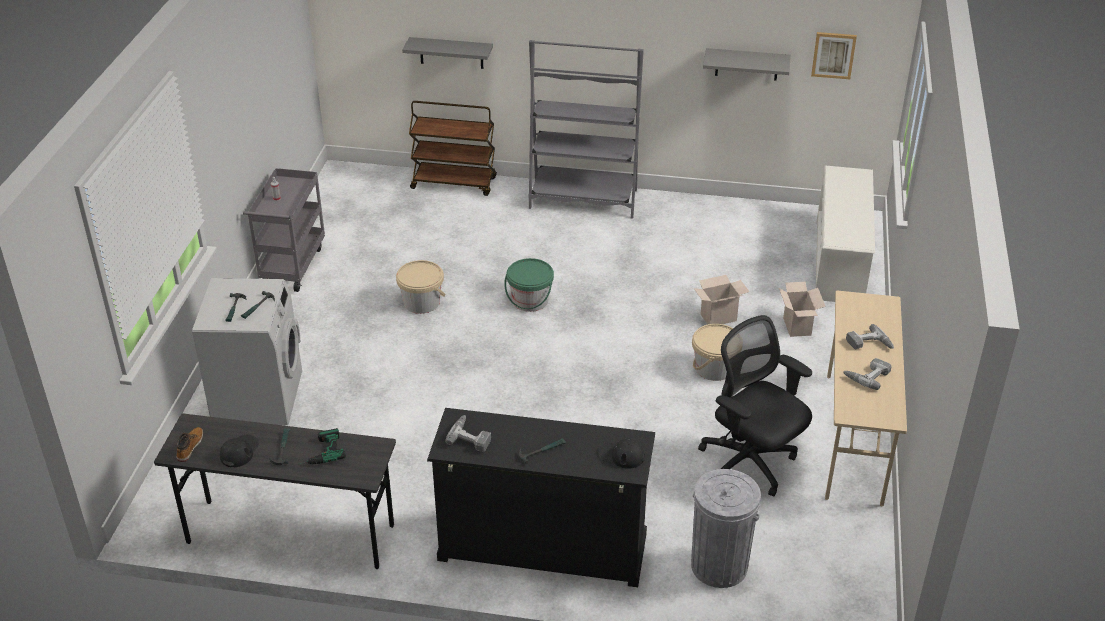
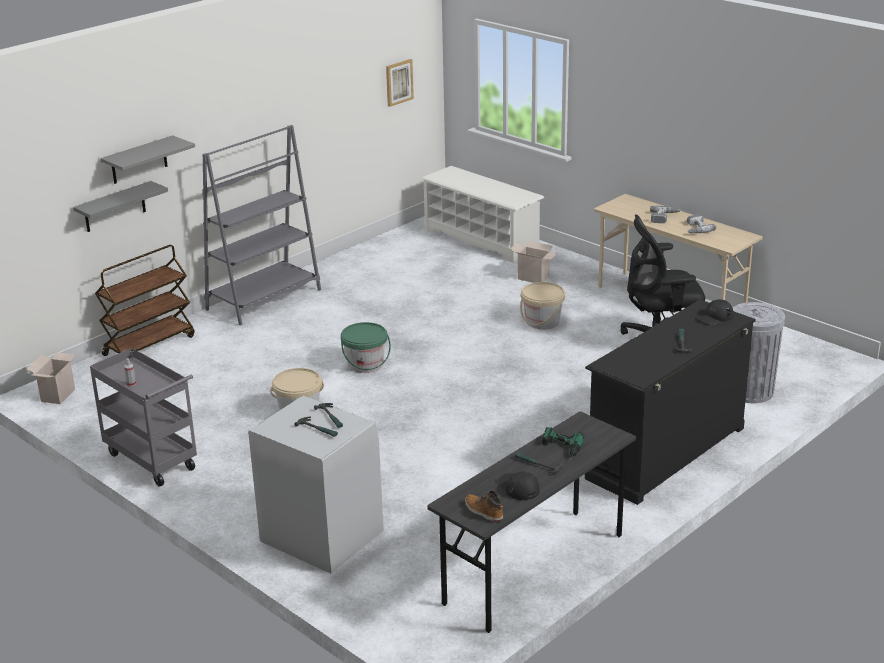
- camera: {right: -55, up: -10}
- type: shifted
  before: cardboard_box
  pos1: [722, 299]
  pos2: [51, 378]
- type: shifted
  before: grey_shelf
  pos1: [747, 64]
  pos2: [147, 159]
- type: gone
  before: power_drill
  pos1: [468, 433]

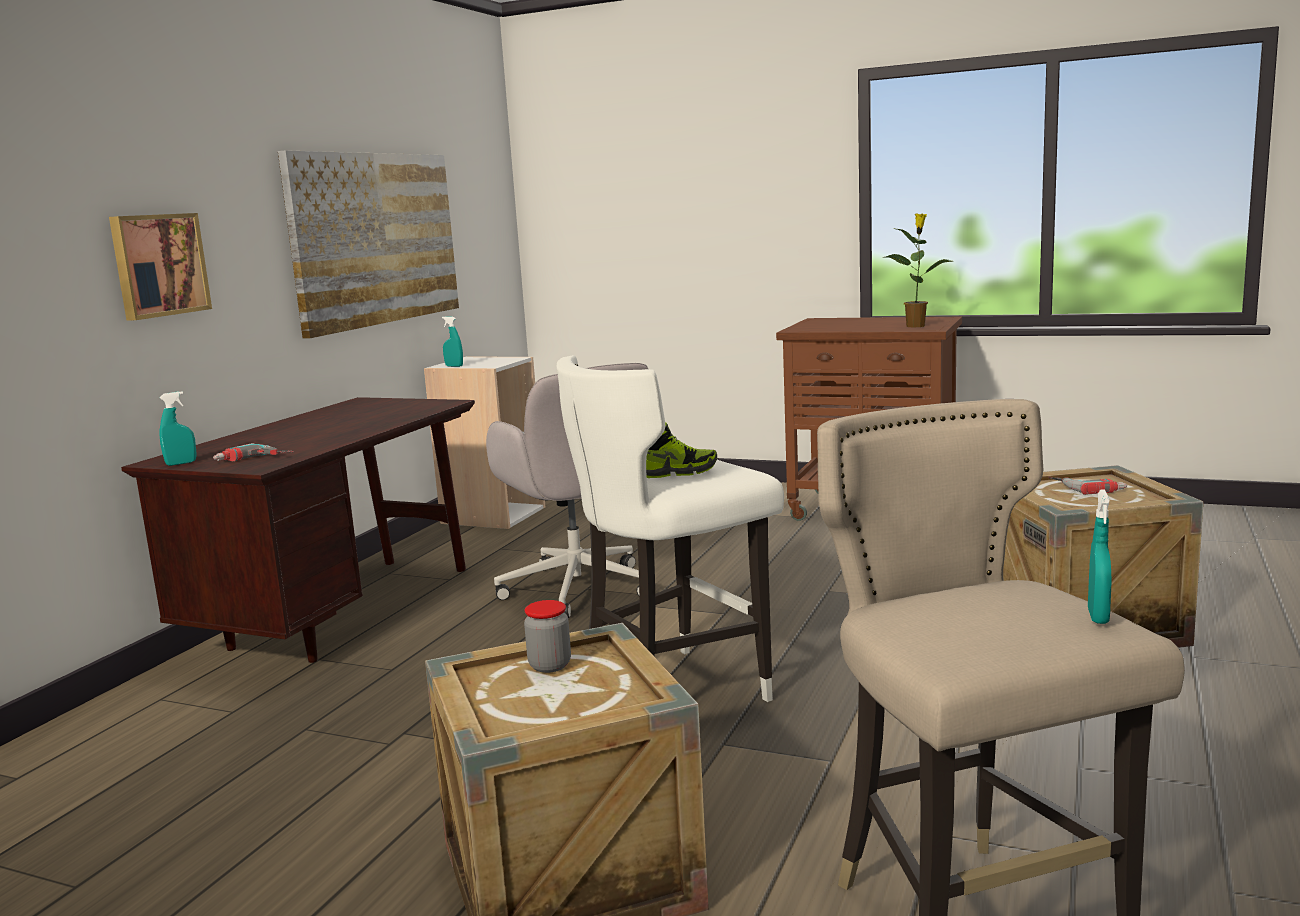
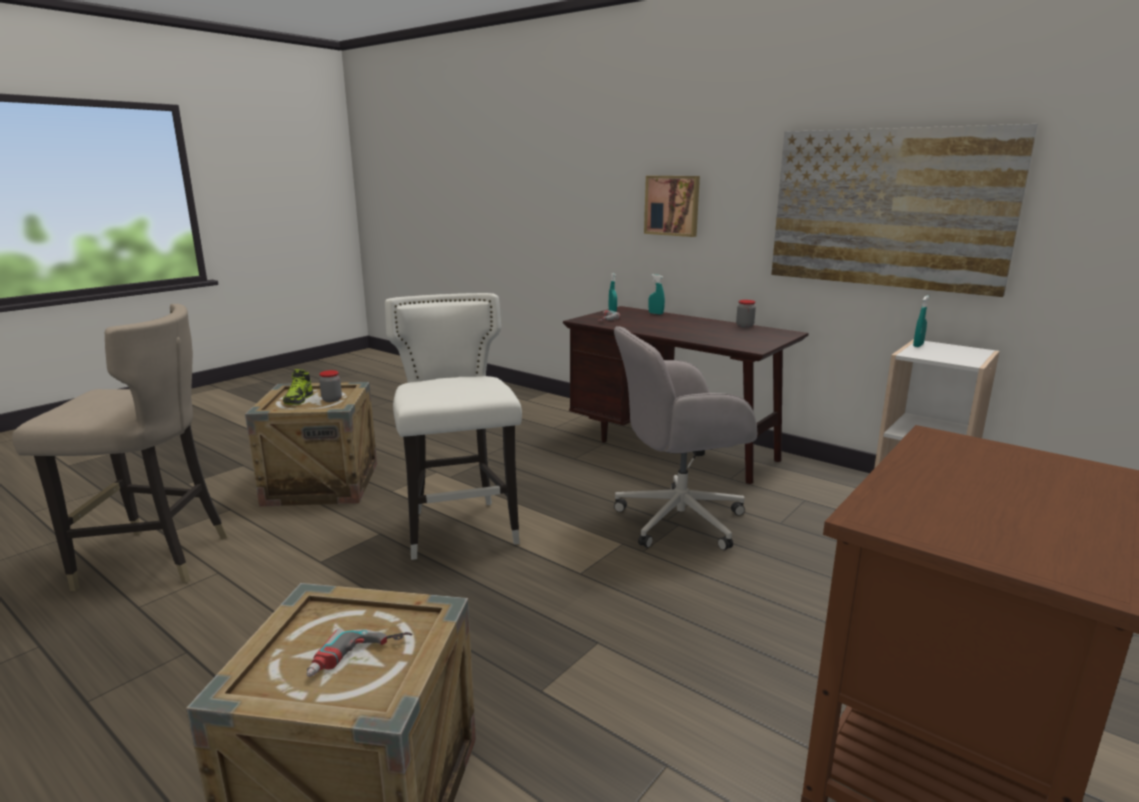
- camera: {right: 105, up: 5}
- type: shifted
  before: shoe
  pos1: [681, 450]
  pos2: [298, 387]
- type: shifted
  before: turquoise_spray_bottle
  pos1: [1099, 557]
  pos2: [656, 294]
- type: new
  after: jar
  pos2: [746, 314]
- type: gone
  before: potted_plant
  pos1: [917, 270]

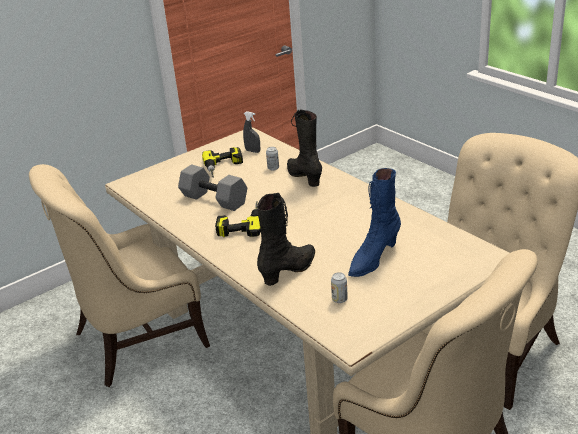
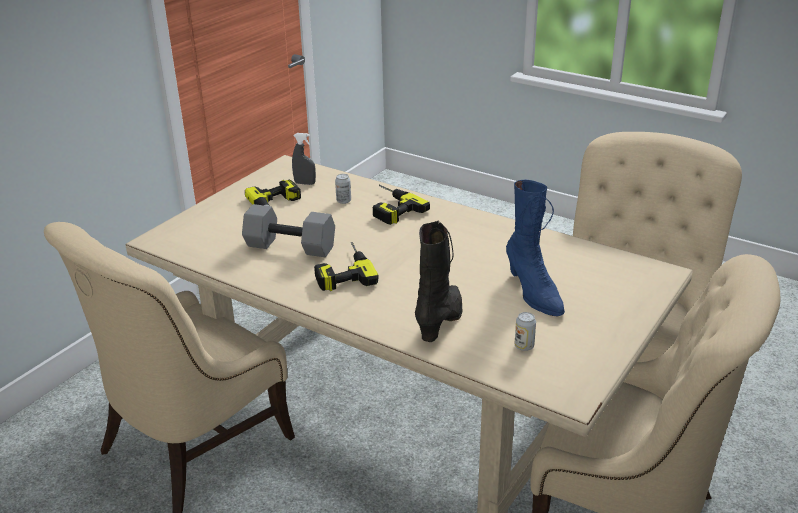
- camera: {right: -20, up: 0}
- type: swapped
  before: black_boot
  after: power_drill
  pos1: [304, 148]
  pos2: [401, 205]
- type: rotated
  before: blue_boot
  pos1: [374, 222]
  pos2: [535, 248]
  turn: -45

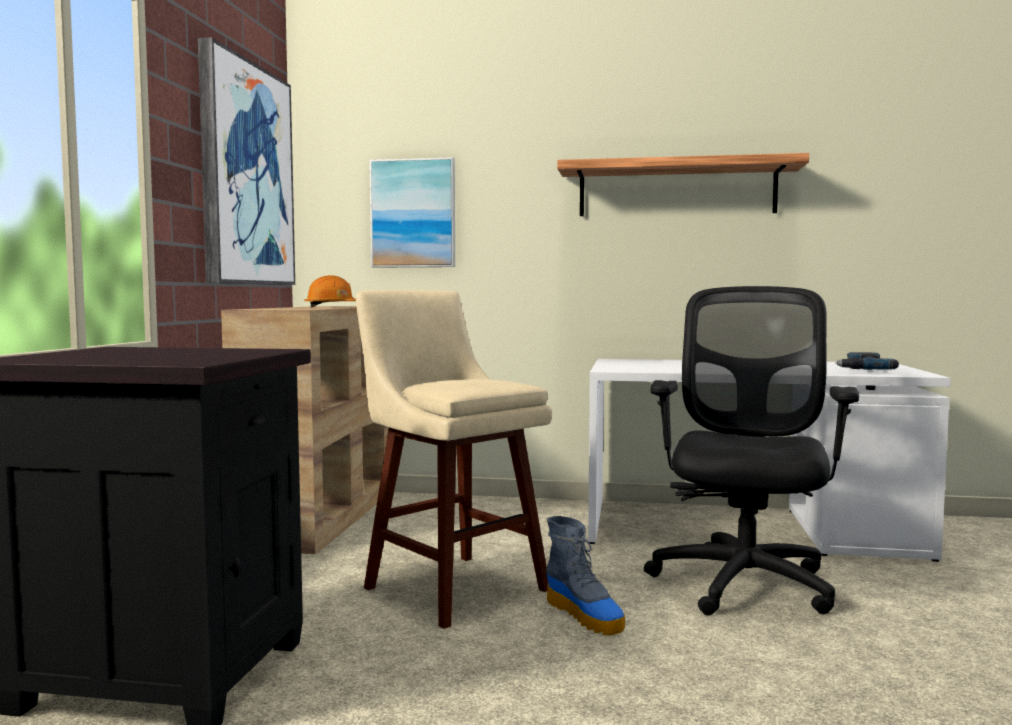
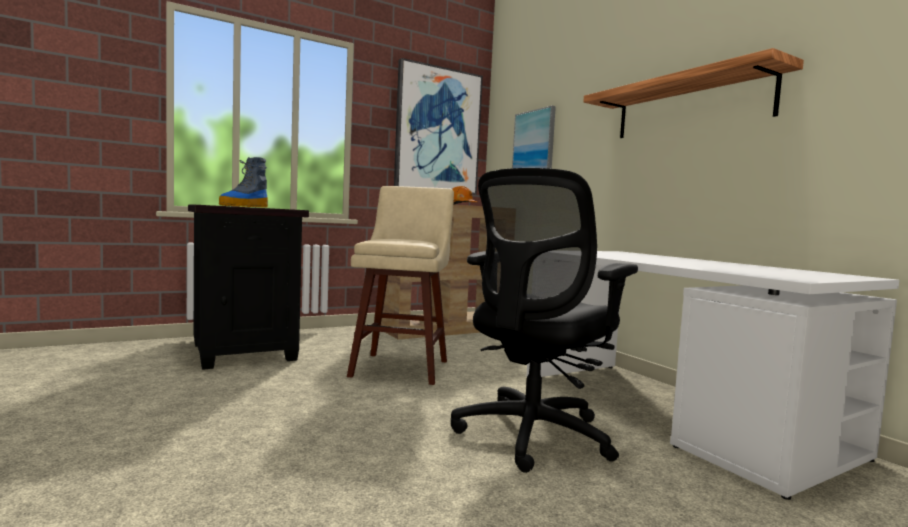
- camera: {right: 50, up: 0}
- type: shifted
  before: boot
  pos1: [585, 575]
  pos2: [243, 182]
- type: rotated
  before: black_office_chair
  pos1: [751, 451]
  pos2: [544, 320]
  turn: 150
- type: gone
  before: power_drill
  pos1: [867, 361]

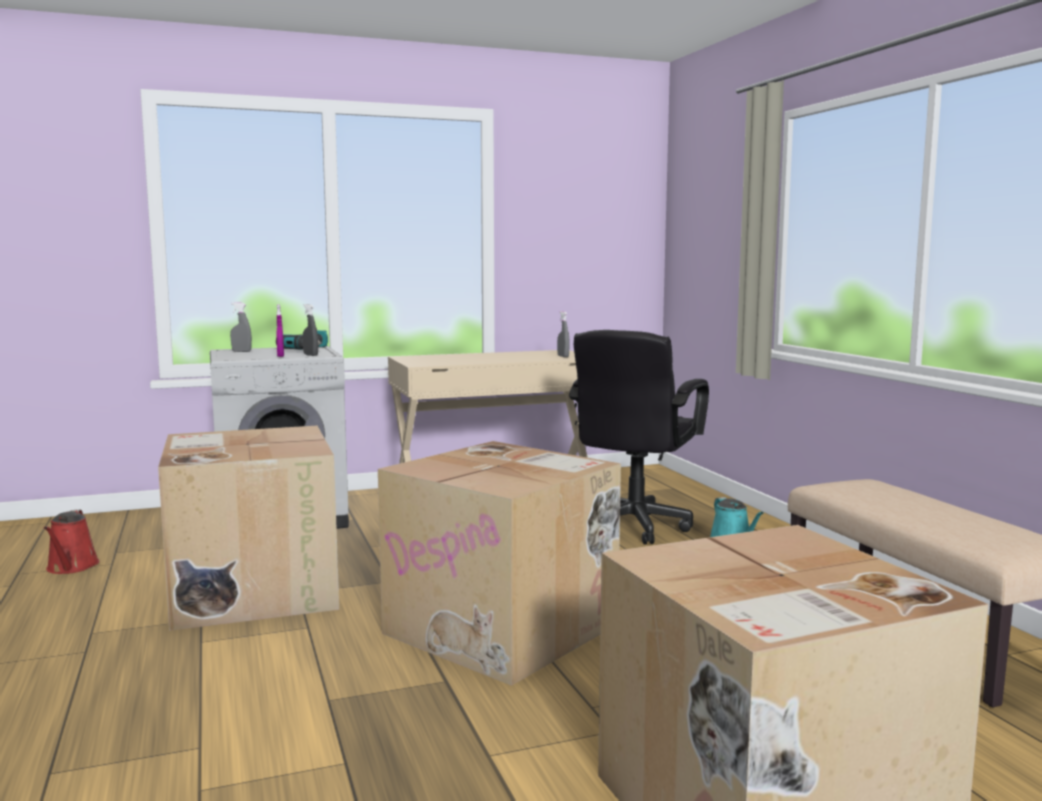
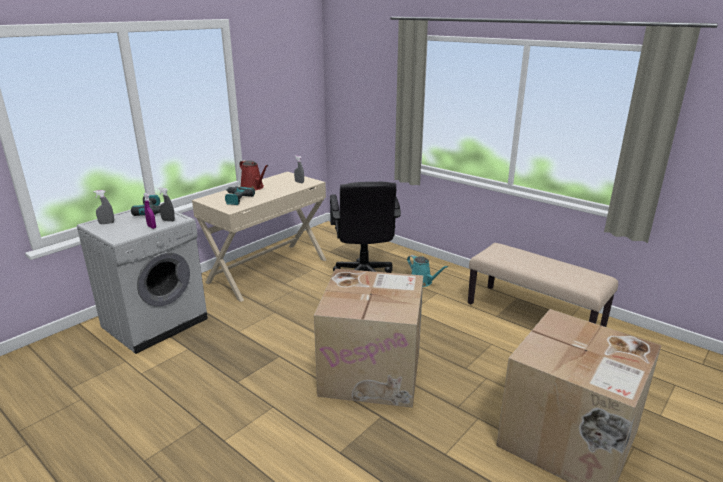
- camera: {right: -30, up: 15}
- type: new
  after: power_drill
  pos2: [240, 196]
- type: shifted
  before: red_watering_can
  pos1: [72, 541]
  pos2: [253, 175]
- type: gone
  before: cardboard_box
  pos1: [248, 528]

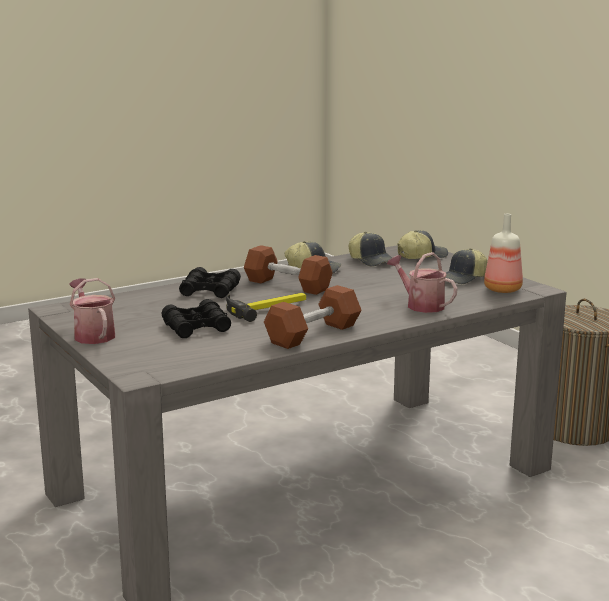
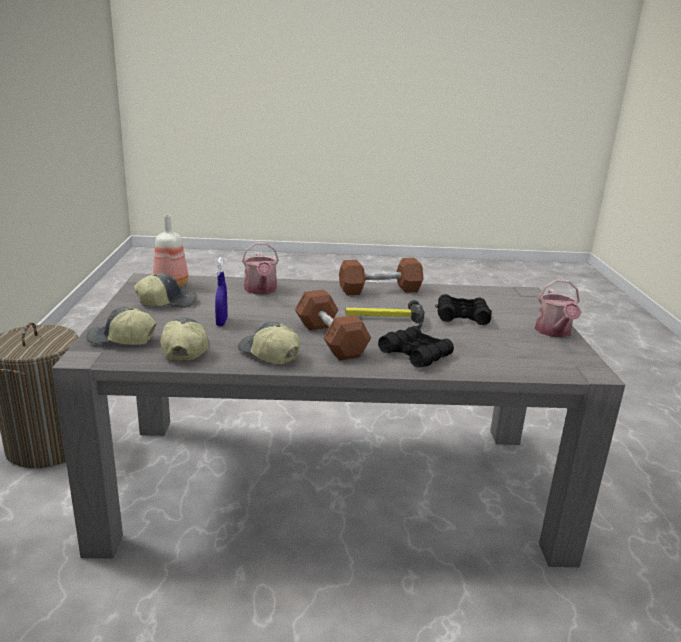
- camera: {right: -150, up: 5}
- type: new
  after: blue_spray_bottle
  pos2: [221, 291]

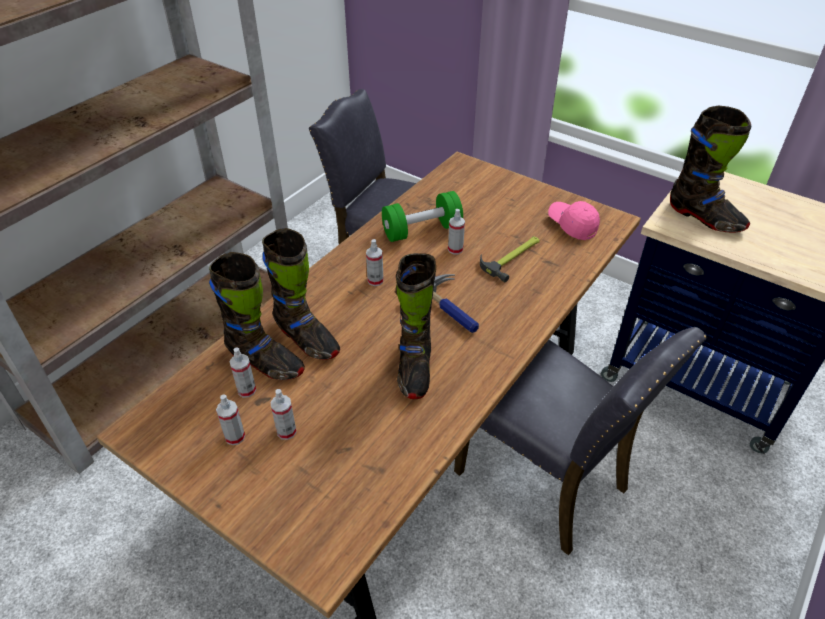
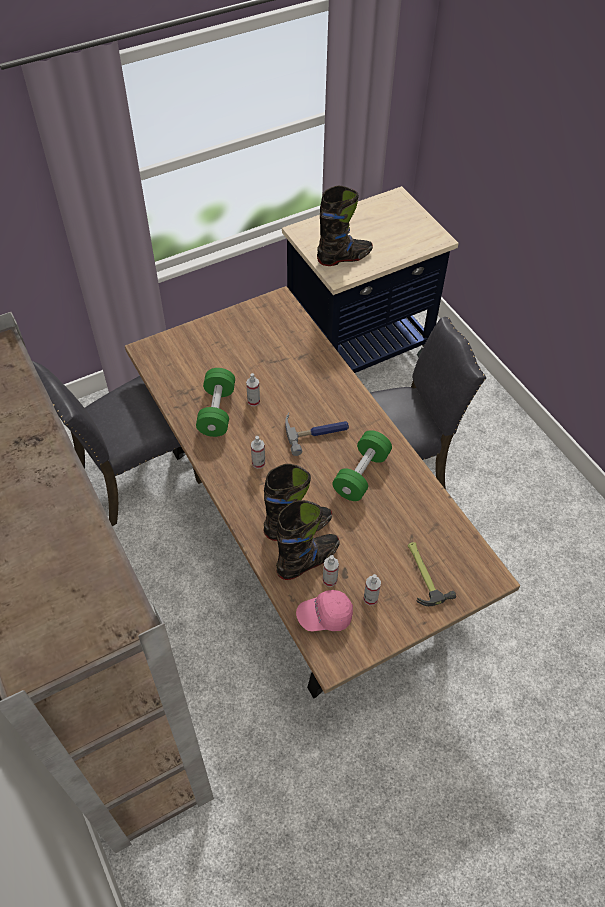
- camera: {right: -65, up: 10}
- type: shifted
  before: pink_cap
  pos1: [574, 220]
  pos2: [324, 610]
- type: swapped
  before: black_boot
  after: green_dumbbell
  pos1: [415, 326]
  pos2: [362, 465]
- type: shifted
  before: hammer
  pos1: [510, 259]
  pos2: [431, 574]
- type: gone
  before: spray_bottle
  pos1: [284, 414]

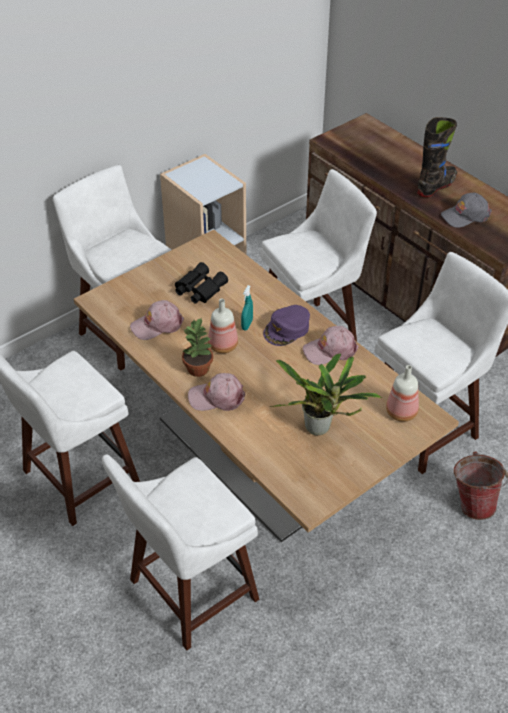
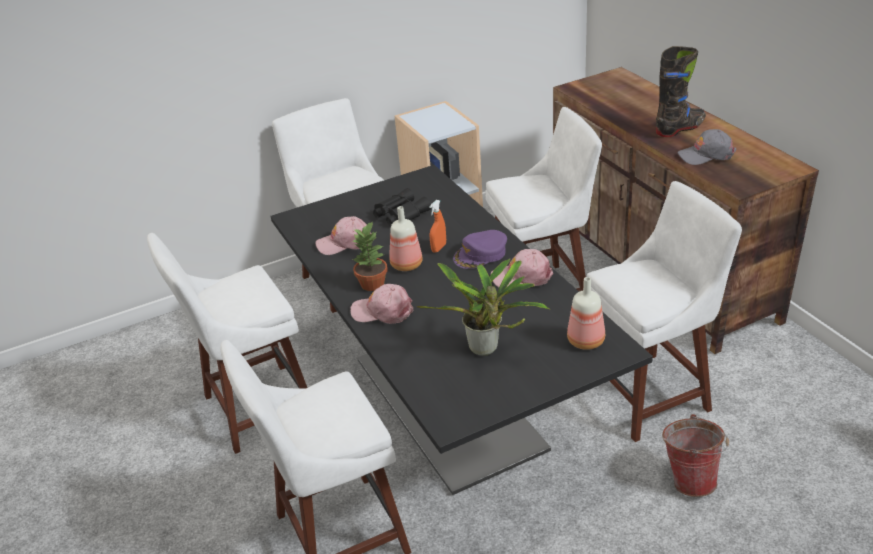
- camera: {right: 15, up: -10}
- type: repainted
  before: beige_dining_table
  after: black_dining_table
  pos1: [266, 385]
  pos2: [461, 330]
- type: repainted
  before: turquoise_spray_bottle
  after: orange_spray_bottle
  pos1: [247, 307]
  pos2: [437, 226]

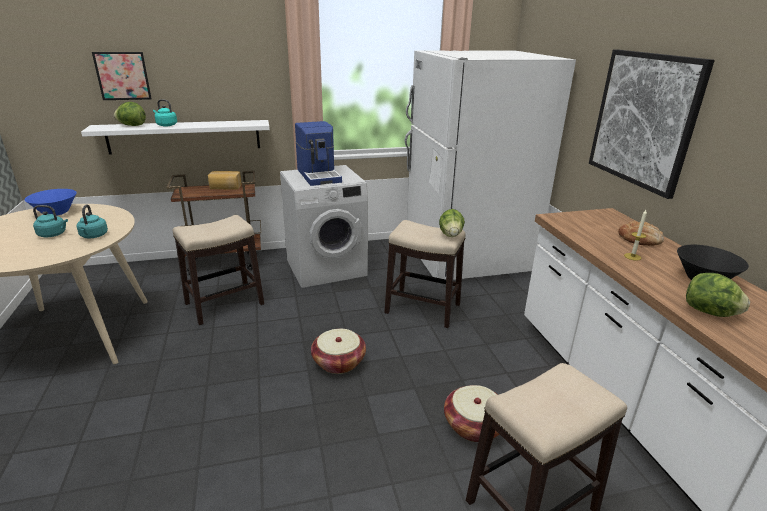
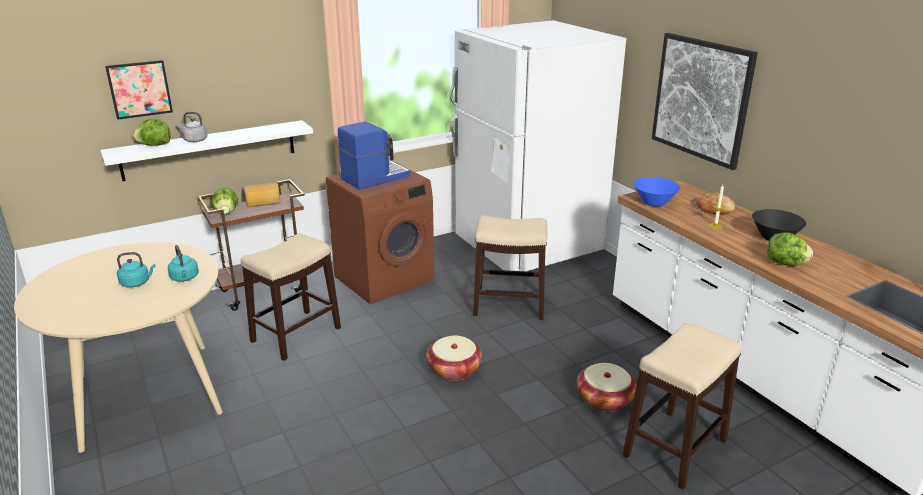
- camera: {right: -15, up: 0}
- type: repainted
  before: turquoise_kettle
  after: grey_kettle
  pos1: [165, 112]
  pos2: [191, 127]
- type: shifted
  before: lettuce
  pos1: [452, 223]
  pos2: [224, 201]
- type: repainted
  before: white_washing_machine
  after: brown_washing_machine
  pos1: [324, 226]
  pos2: [380, 236]
- type: rotated
  before: coffee_machine
  pos1: [318, 153]
  pos2: [374, 155]
  turn: -90
- type: shifted
  before: blue_bowl
  pos1: [51, 202]
  pos2: [656, 192]

